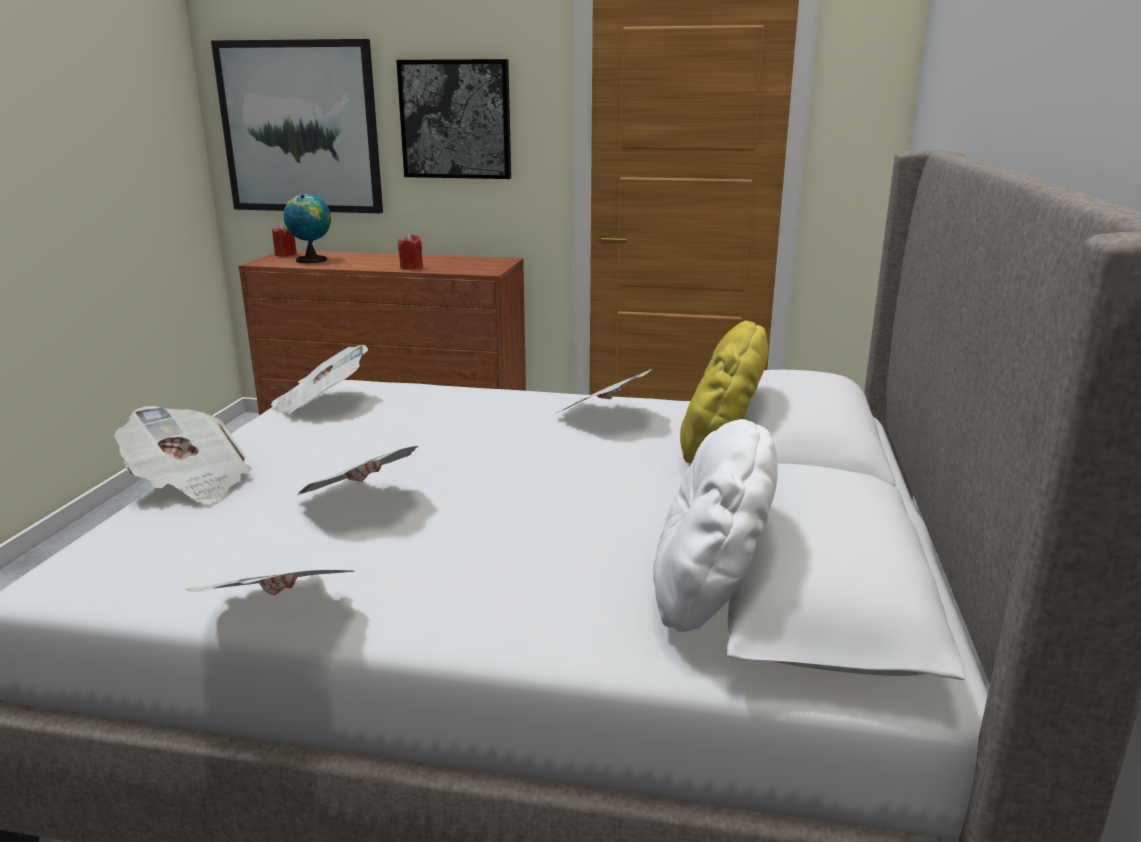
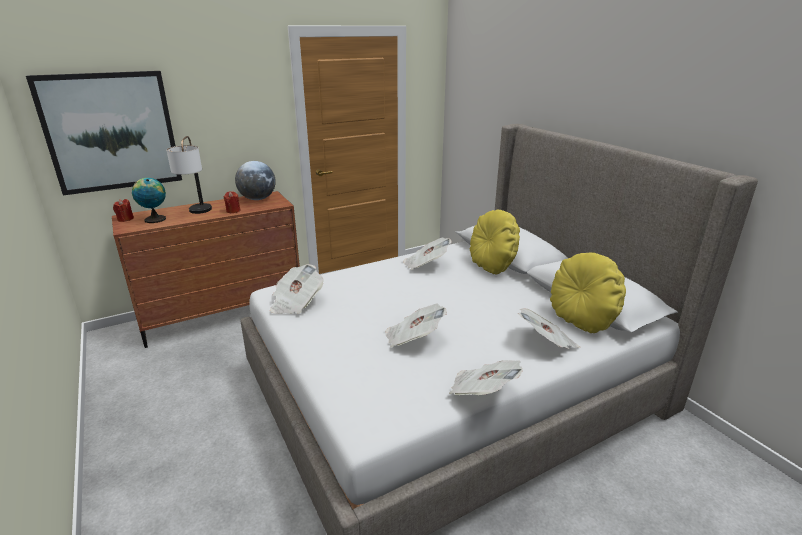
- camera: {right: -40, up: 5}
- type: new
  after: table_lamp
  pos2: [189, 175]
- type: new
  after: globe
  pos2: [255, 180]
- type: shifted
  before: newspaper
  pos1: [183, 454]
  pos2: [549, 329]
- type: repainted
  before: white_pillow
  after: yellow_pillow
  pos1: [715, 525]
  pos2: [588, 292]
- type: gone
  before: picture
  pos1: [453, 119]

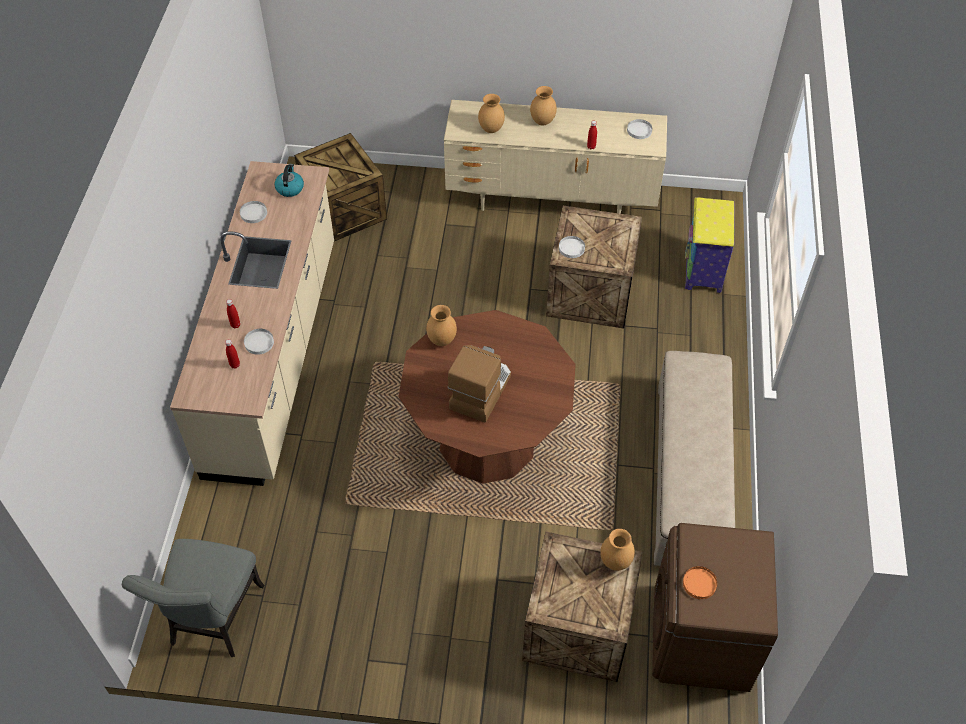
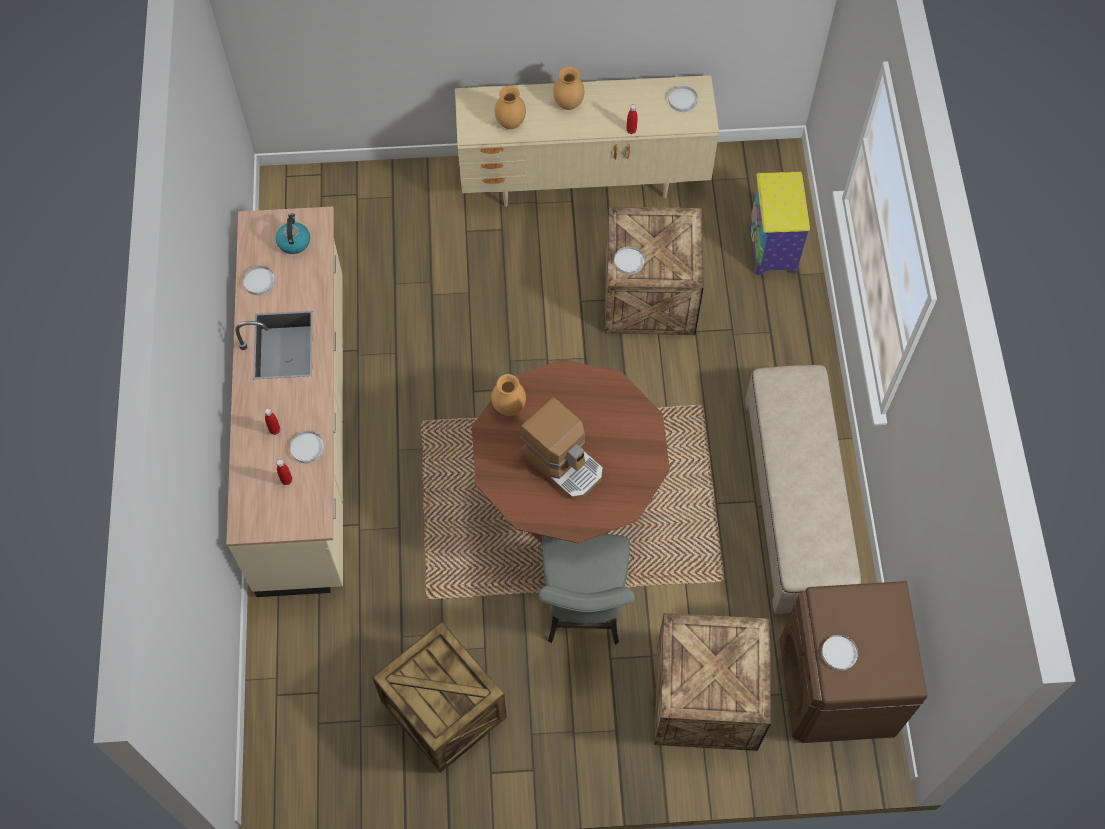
- camera: {right: -10, up: 10}
- type: shifted
  before: crate
  pos1: [340, 187]
  pos2: [439, 697]
- type: rotated
  before: coffee_machine
  pos1: [479, 384]
  pos2: [562, 448]
  turn: 120
- type: shifted
  before: grey_chair
  pos1: [193, 598]
  pos2: [586, 589]
- type: repainted
  before: orange_plate
  after: white_plate
  pos1: [700, 582]
  pos2: [840, 653]
- type: gone
  before: brown_vase
  pos1: [617, 550]

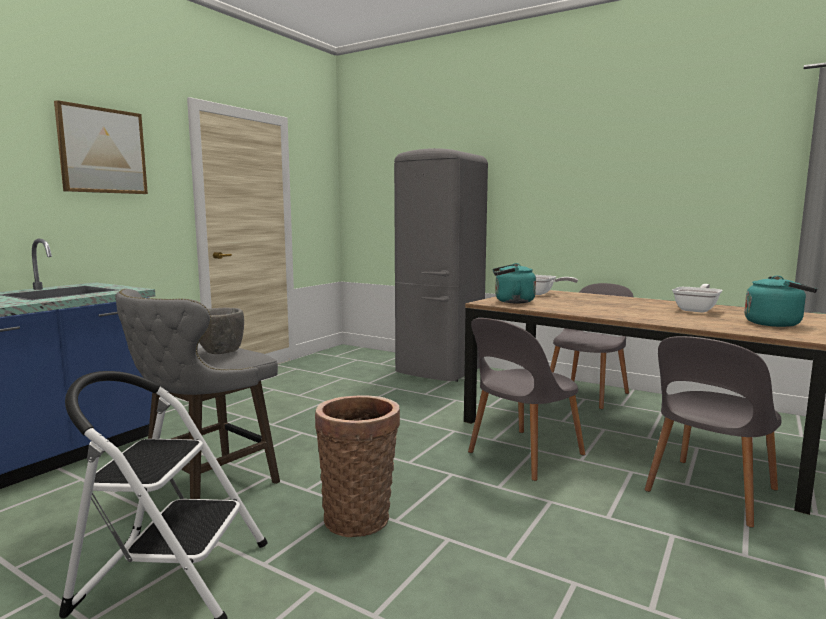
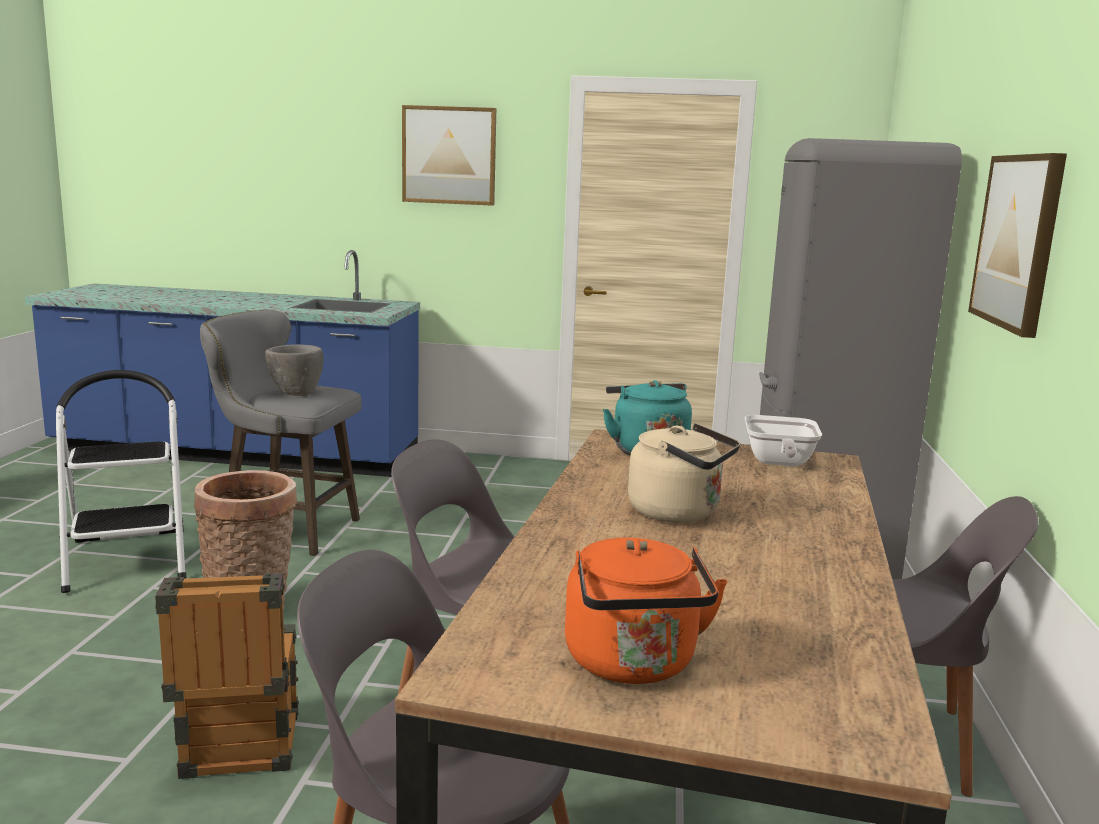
- camera: {right: 65, up: 5}
- type: new
  after: crate
  pos2: [227, 676]
- type: repainted
  before: turquoise_kettle
  after: orange_kettle
  pos1: [780, 301]
  pos2: [646, 610]
- type: new
  after: beige_kettle
  pos2: [684, 473]
- type: new
  after: picture
  pos2: [1017, 245]
- type: gone
  before: frying_pan
  pos1: [697, 298]

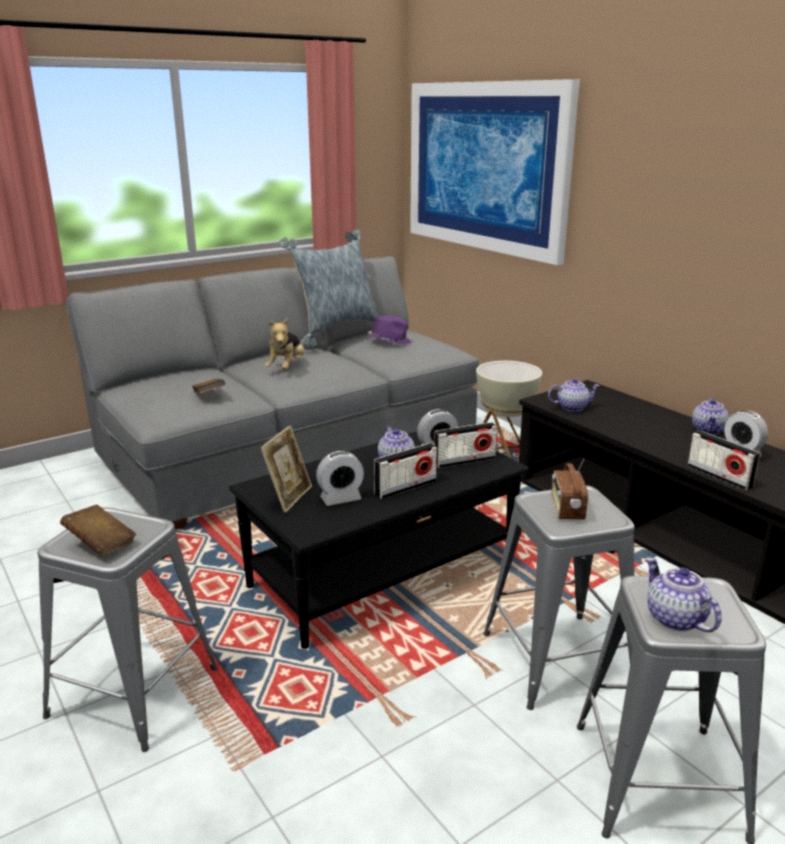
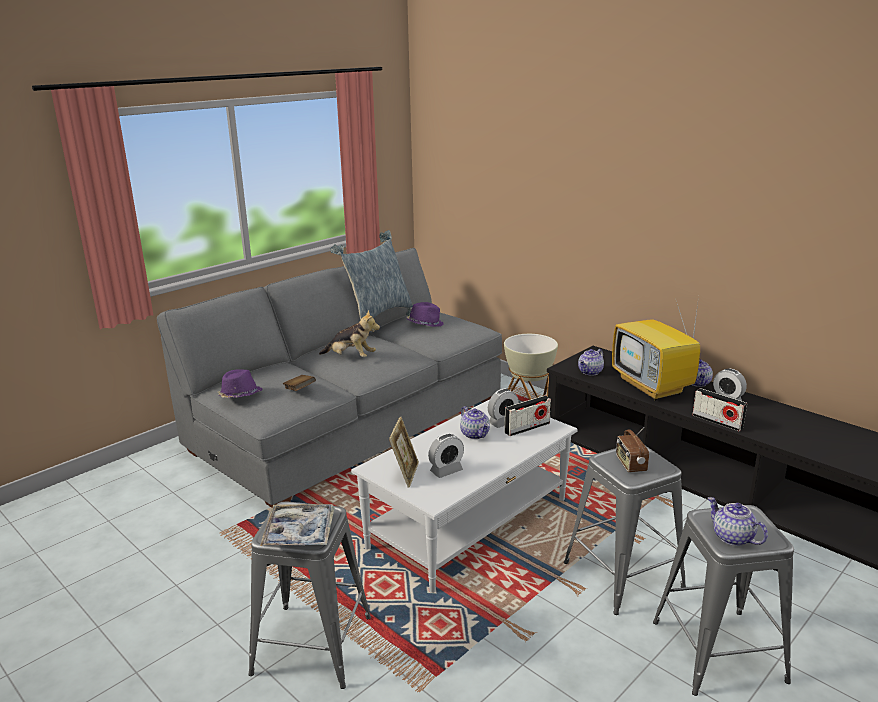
- camera: {right: -10, up: 0}
- type: new
  after: purple_hat
  pos2: [240, 383]
- type: swapped
  before: brown_book
  after: tray
  pos1: [98, 530]
  pos2: [297, 525]
- type: rotated
  before: plush_toy
  pos1: [285, 344]
  pos2: [349, 333]
  turn: -75
- type: repainted
  before: black_coffee_table
  after: white_coffee_table
  pos1: [379, 540]
  pos2: [464, 496]
- type: rotated
  before: teapot
  pos1: [574, 395]
  pos2: [591, 362]
  turn: 150
- type: new
  after: television
  pos2: [656, 348]
- type: gone
  before: radio
  pos1: [405, 471]
- type: gone
  before: picture
  pos1: [495, 172]

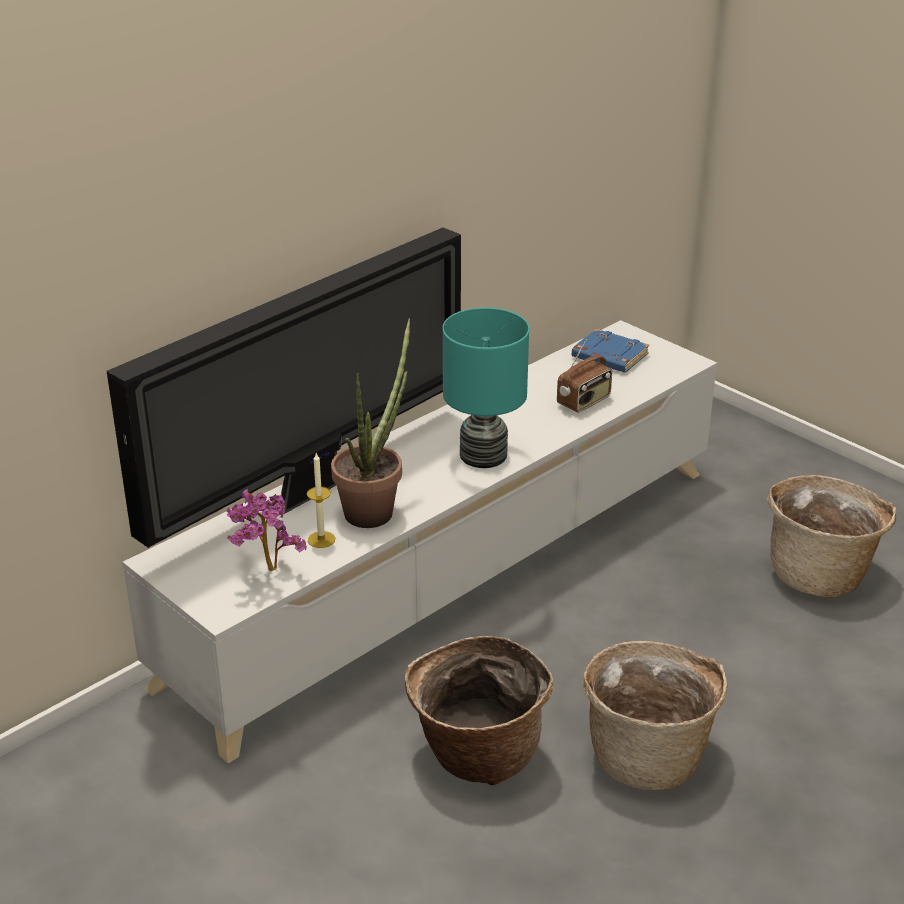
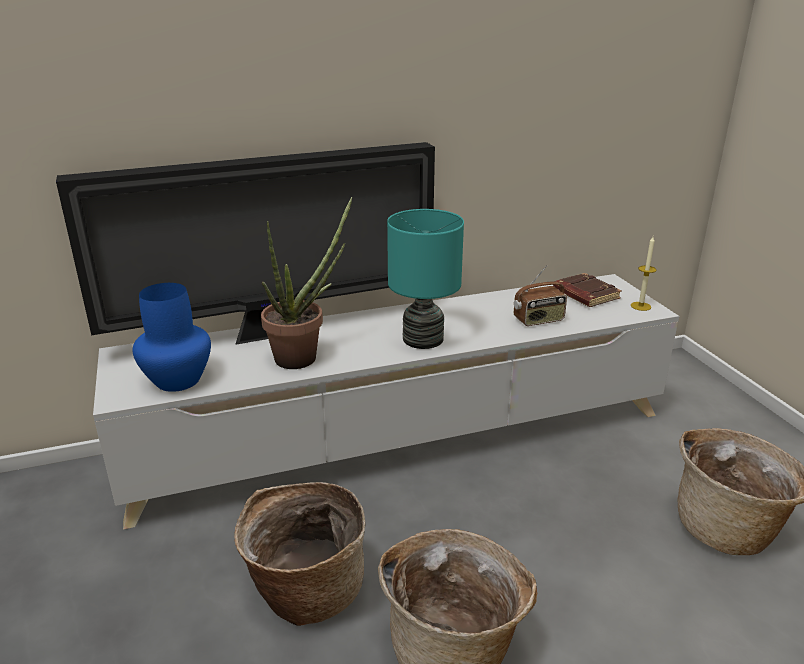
- camera: {right: 25, up: -5}
- type: swapped
  before: potted_plant
  after: blue_vase
  pos1: [266, 530]
  pos2: [171, 337]
- type: repainted
  before: blue_book
  after: brown_book
  pos1: [610, 351]
  pos2: [587, 290]
- type: shifted
  before: candle
  pos1: [321, 500]
  pos2: [643, 274]

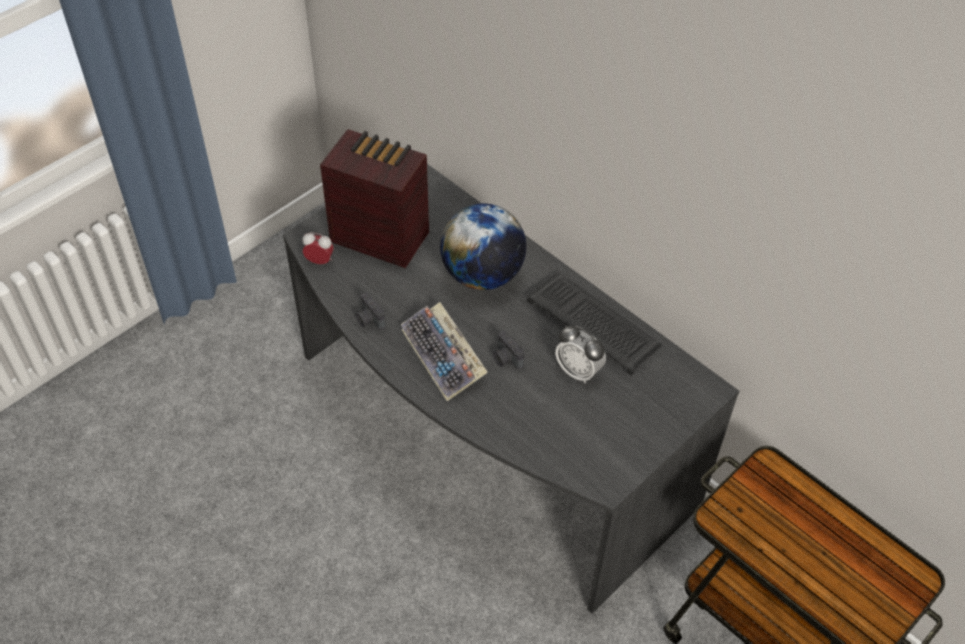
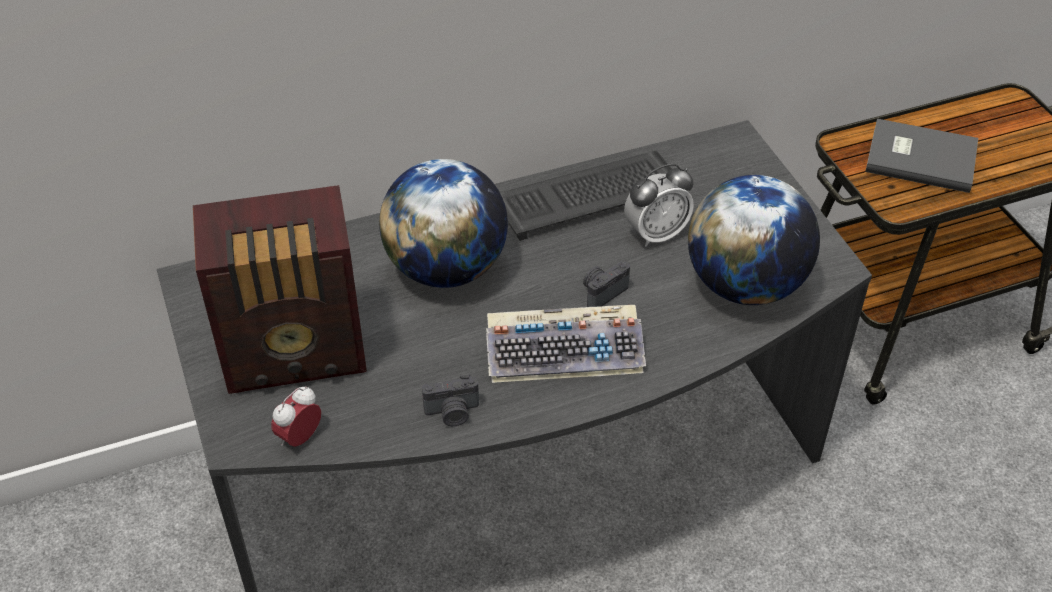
- camera: {right: -65, up: -5}
- type: rotated
  before: radio
  pos1: [374, 198]
  pos2: [280, 289]
  turn: -150
- type: rotated
  before: photo_camera
  pos1: [508, 350]
  pos2: [606, 284]
  turn: 150
- type: new
  after: globe
  pos2: [754, 240]
- type: new
  after: grey_book
  pos2: [921, 156]

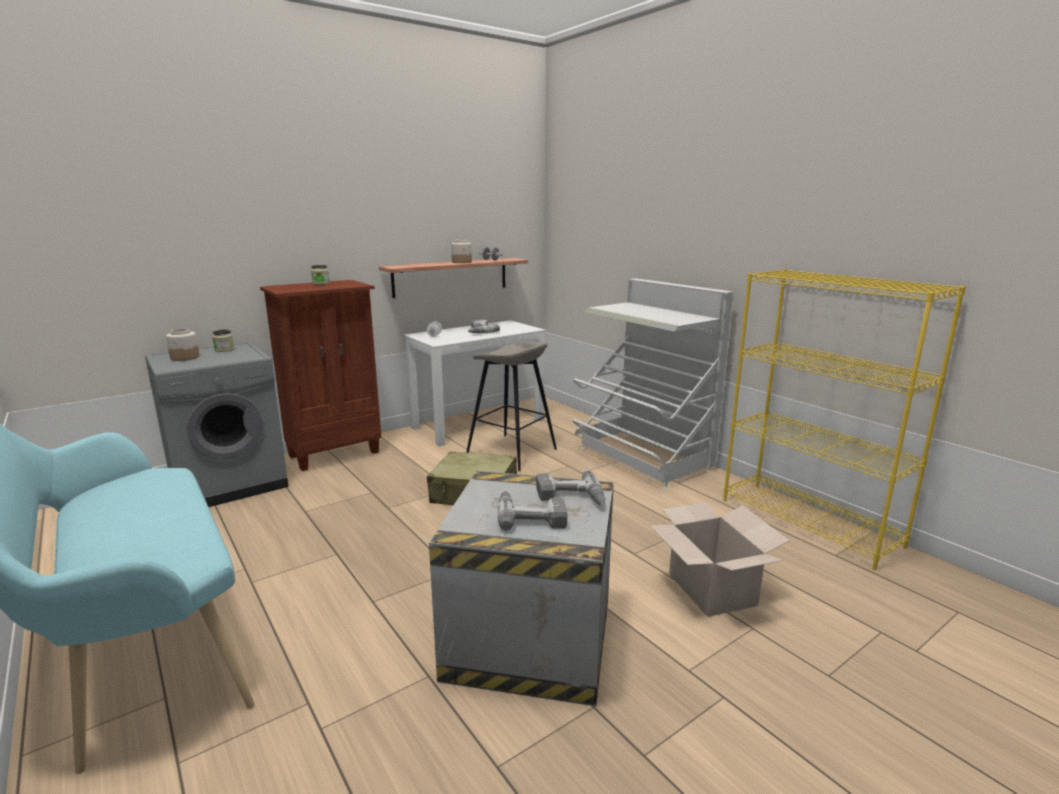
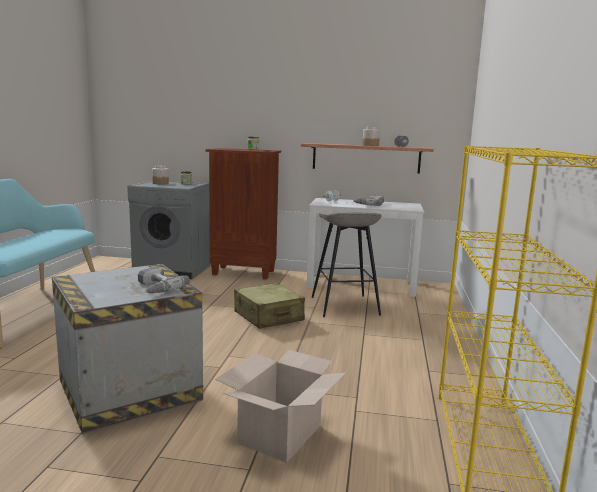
- camera: {right: 45, up: -5}
- type: gone
  before: power_drill
  pos1: [532, 511]
- type: gone
  before: white_shoe_rack
  pos1: [653, 384]

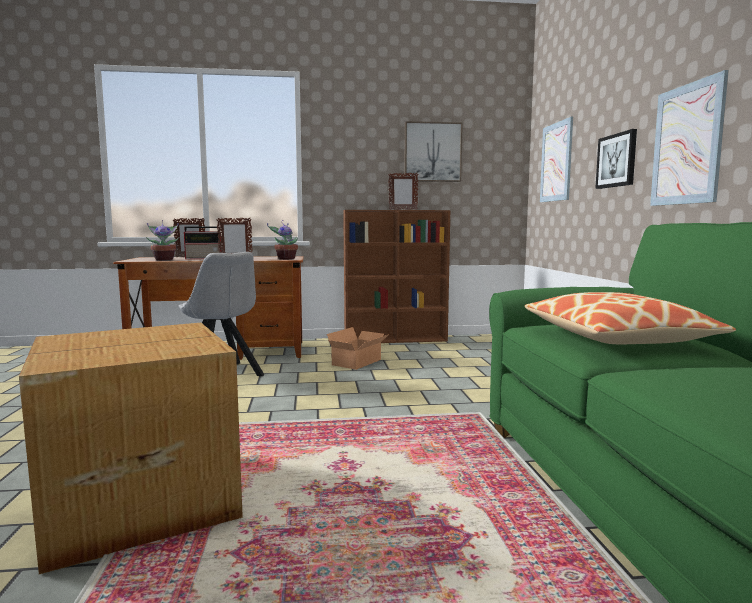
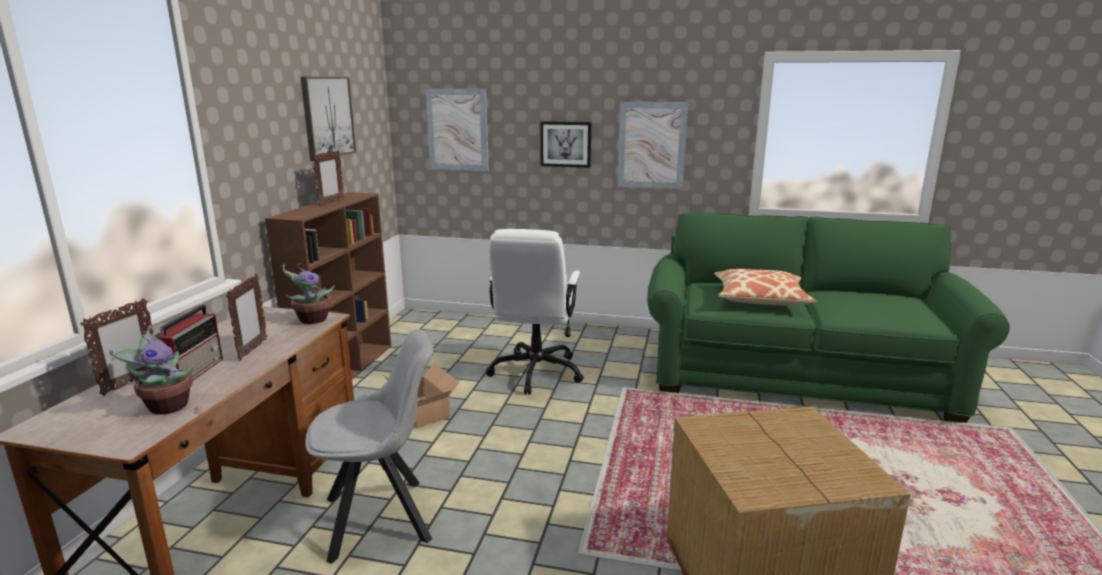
- camera: {right: -70, up: 10}
- type: new
  after: white_office_chair
  pos2: [535, 312]

